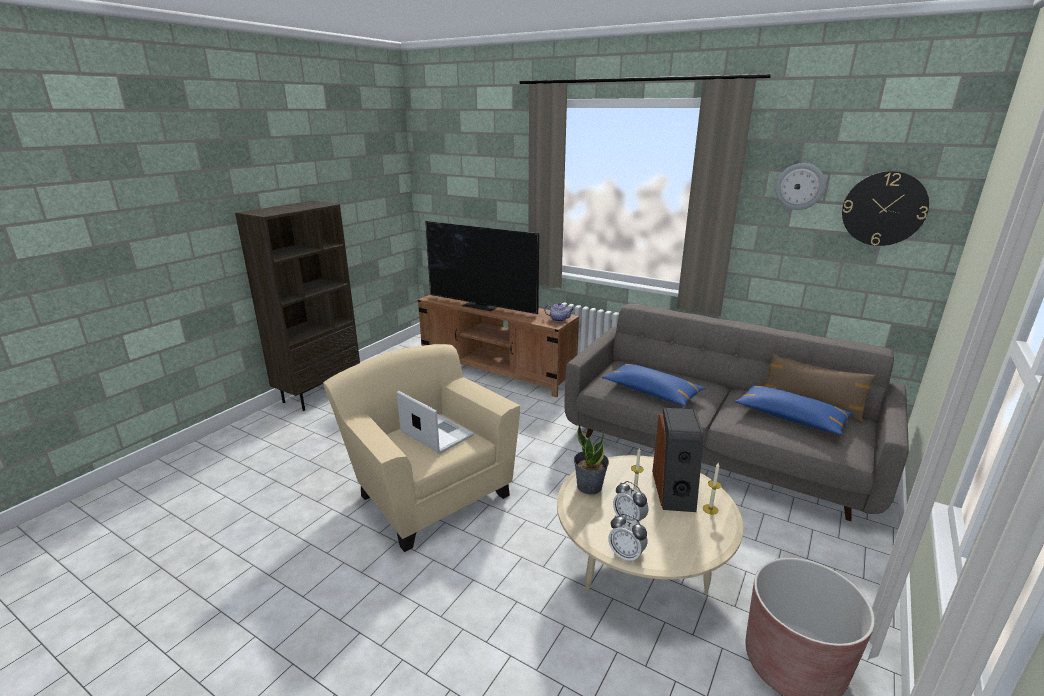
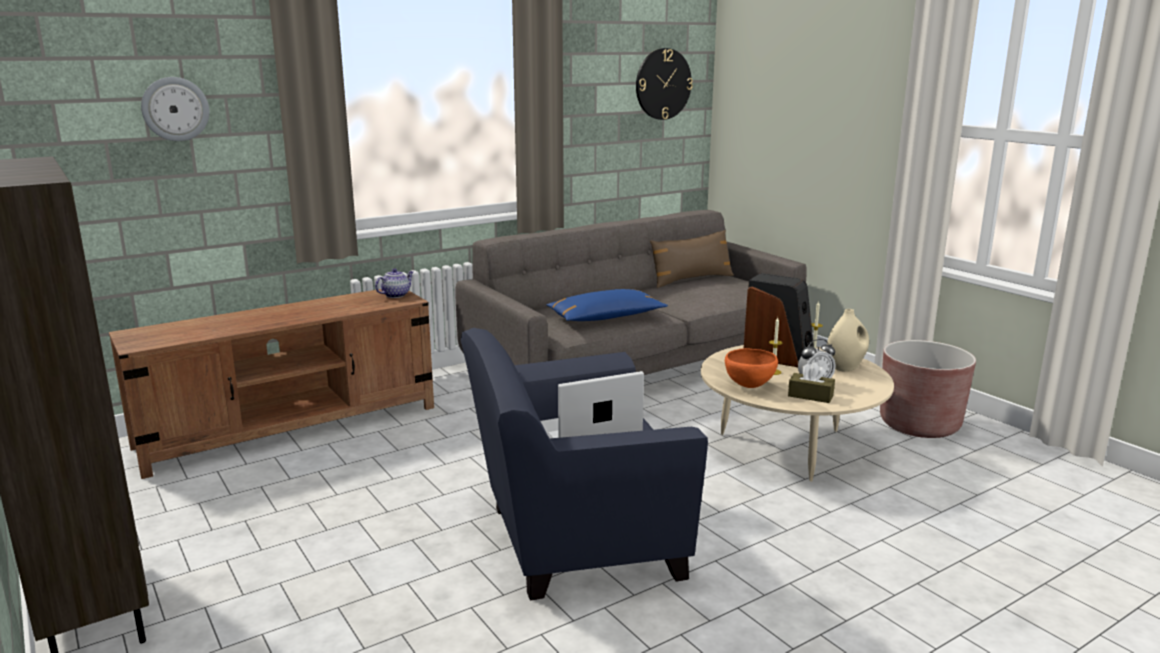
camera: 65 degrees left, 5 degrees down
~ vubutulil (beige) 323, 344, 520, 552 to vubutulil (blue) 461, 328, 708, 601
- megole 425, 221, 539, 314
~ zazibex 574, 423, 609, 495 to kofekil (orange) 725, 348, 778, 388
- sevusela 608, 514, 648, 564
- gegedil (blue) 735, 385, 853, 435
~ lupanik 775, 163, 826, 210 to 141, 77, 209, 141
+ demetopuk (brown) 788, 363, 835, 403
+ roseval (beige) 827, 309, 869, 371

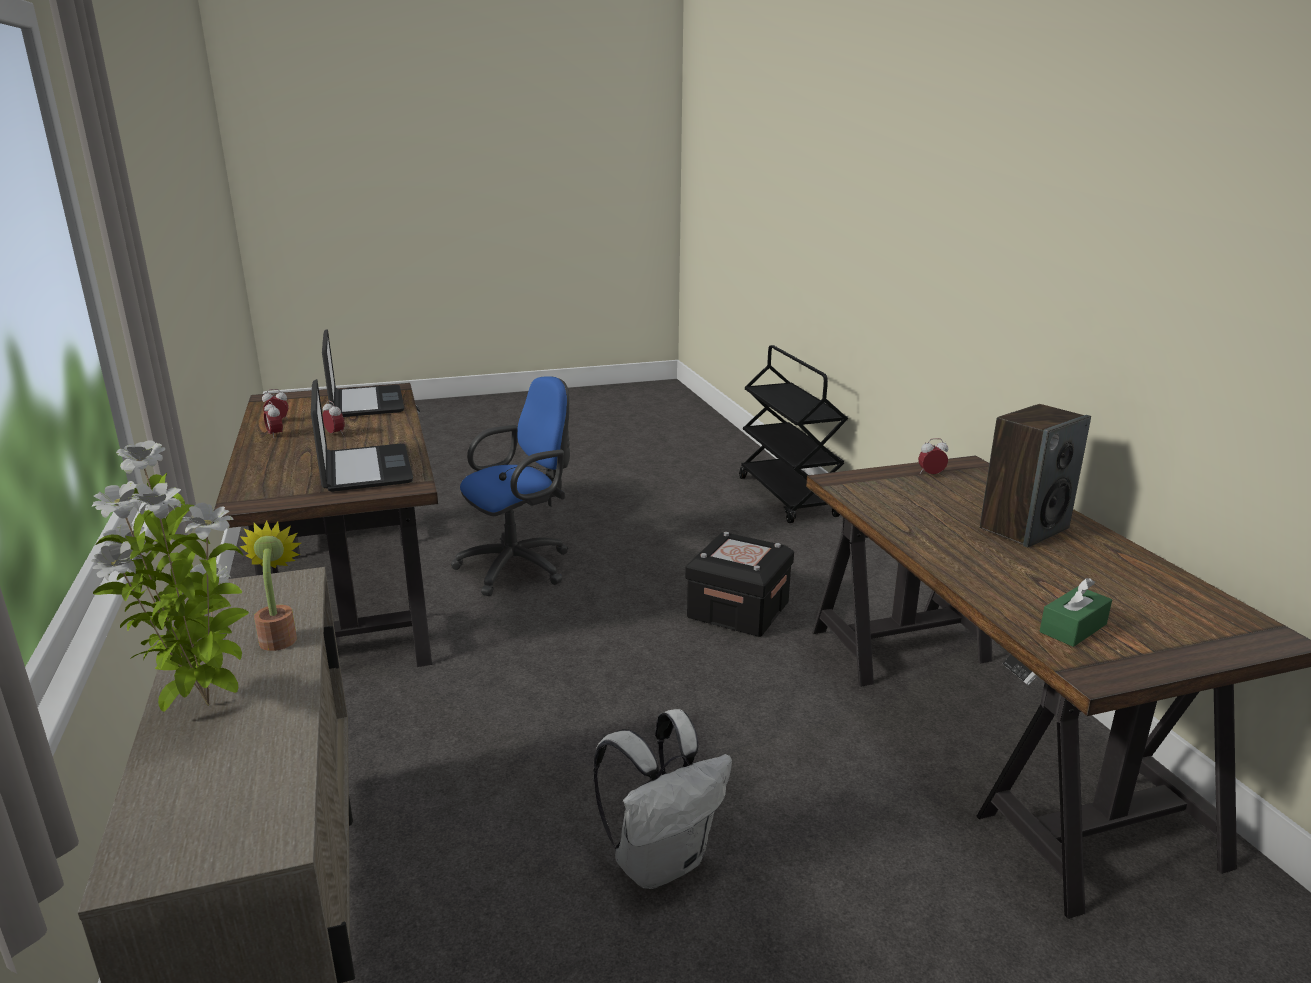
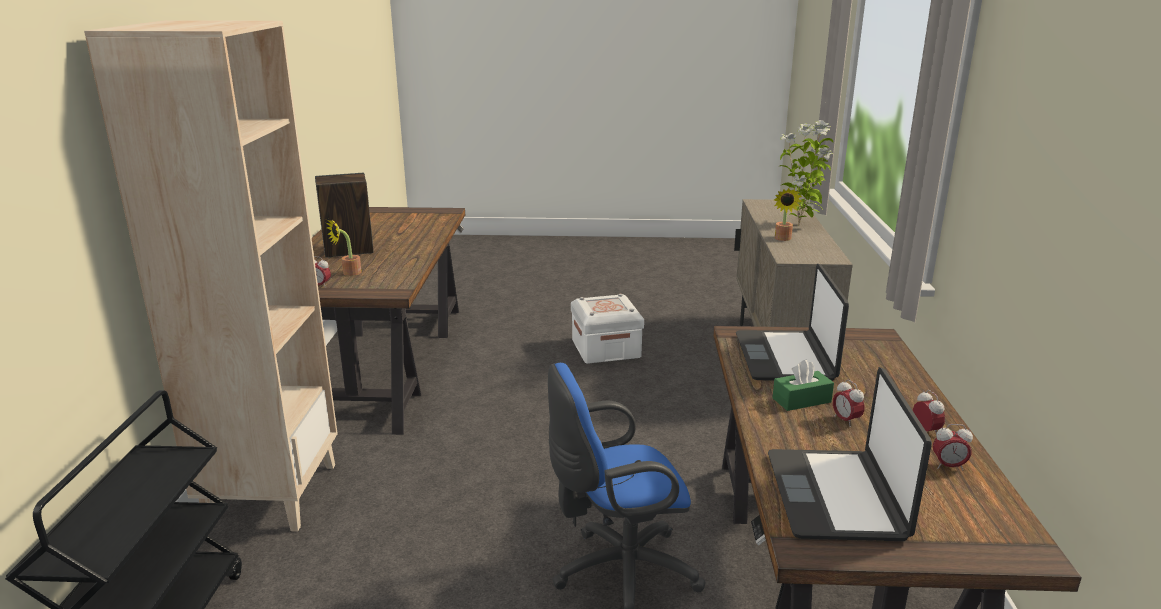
camera: 160 degrees left, 0 degrees up
~ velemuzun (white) 594, 709, 732, 889 to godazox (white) 571, 294, 644, 364
- godazox (black) 685, 532, 794, 637
~ demetopuk (green) 1040, 578, 1112, 647 to 772, 360, 834, 411
+ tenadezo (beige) 84, 20, 338, 532
+ zazibex 326, 219, 362, 276

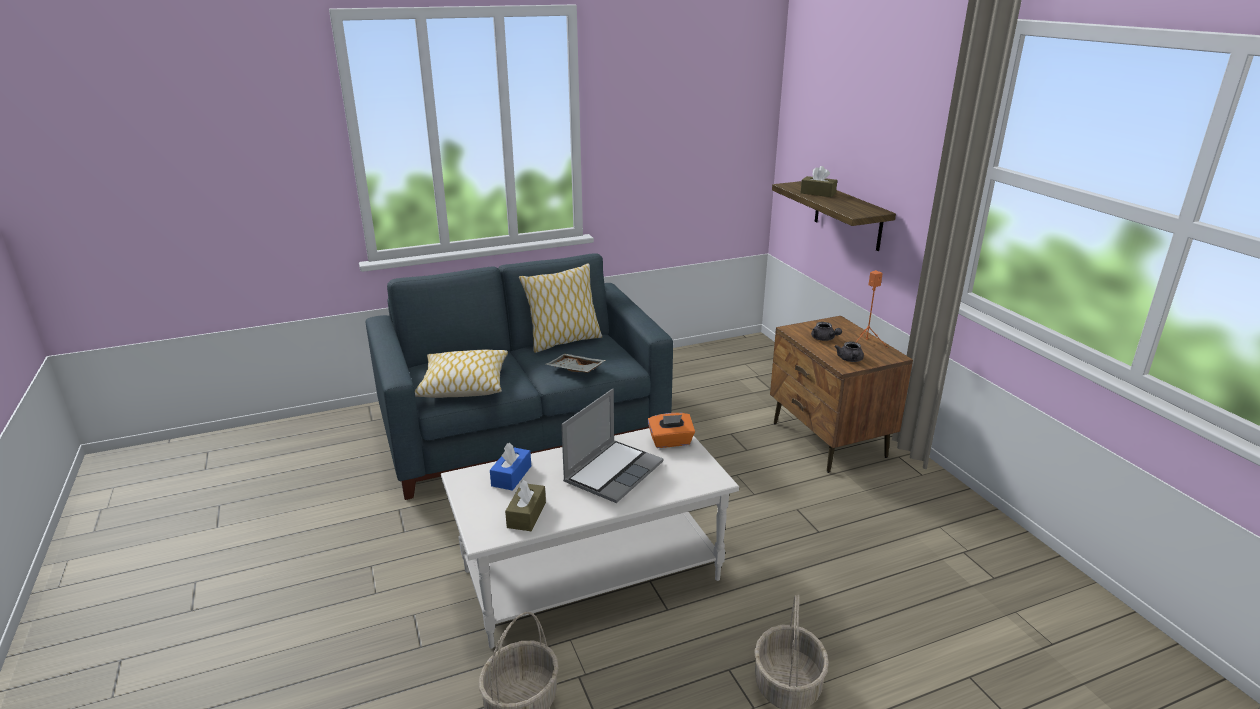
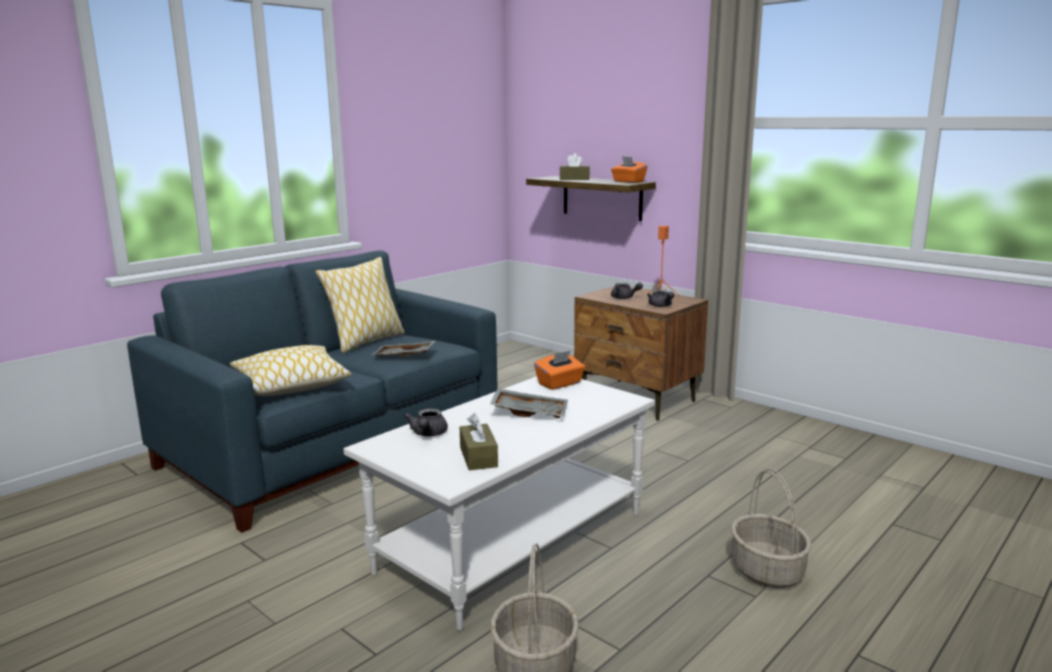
camera: 25 degrees left, 10 degrees down
~ demetopuk (blue) 490, 443, 531, 491 to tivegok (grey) 404, 408, 448, 436
~ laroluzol 561, 389, 663, 503 to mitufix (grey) 490, 388, 568, 418
+ demetopuk (orange) 611, 156, 648, 183

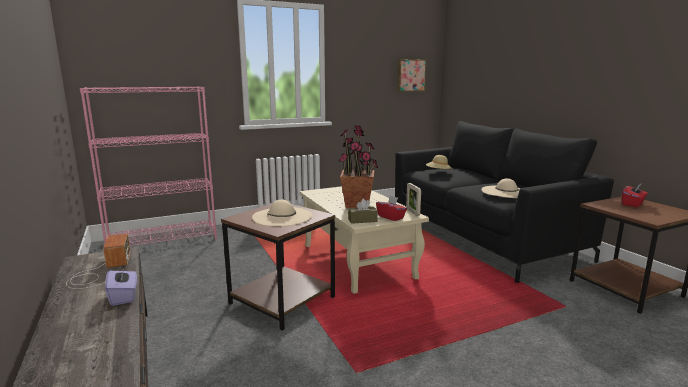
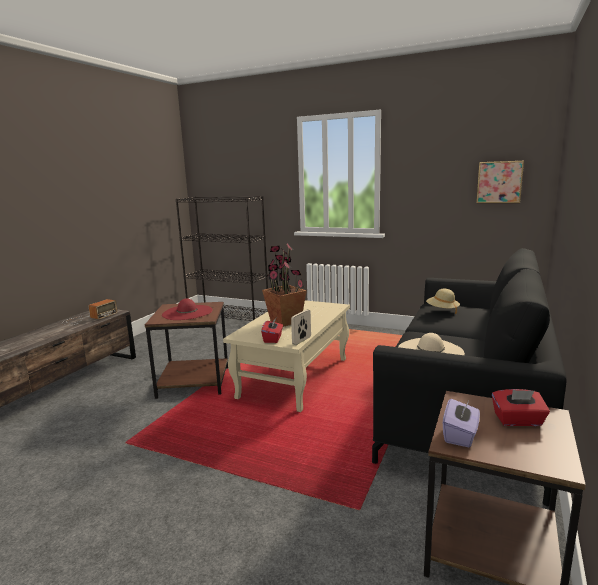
camera: 50 degrees right, 0 degrees up
~ tenadezo (pink) 80, 86, 217, 246 to tenadezo (black) 176, 196, 268, 321
~ demetopuk (purple) 105, 266, 137, 306 to 443, 399, 480, 447
~ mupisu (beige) 252, 200, 312, 226 to mupisu (red) 162, 298, 213, 320
- demetopuk (brown) 348, 199, 378, 224

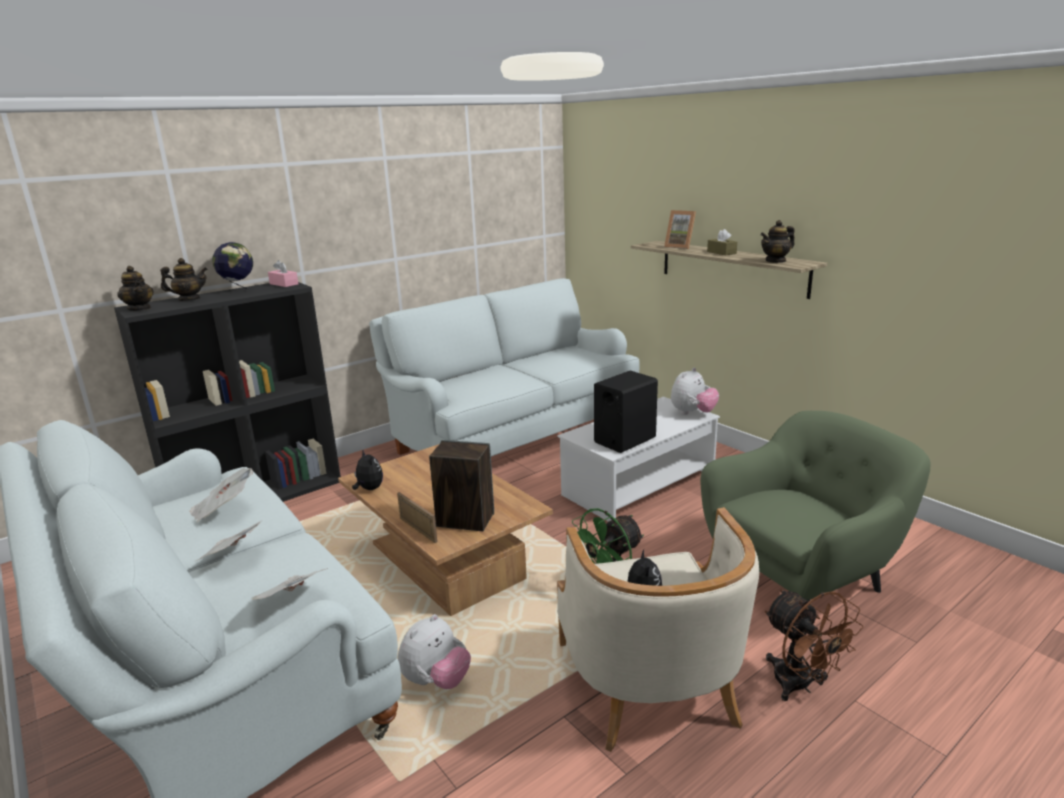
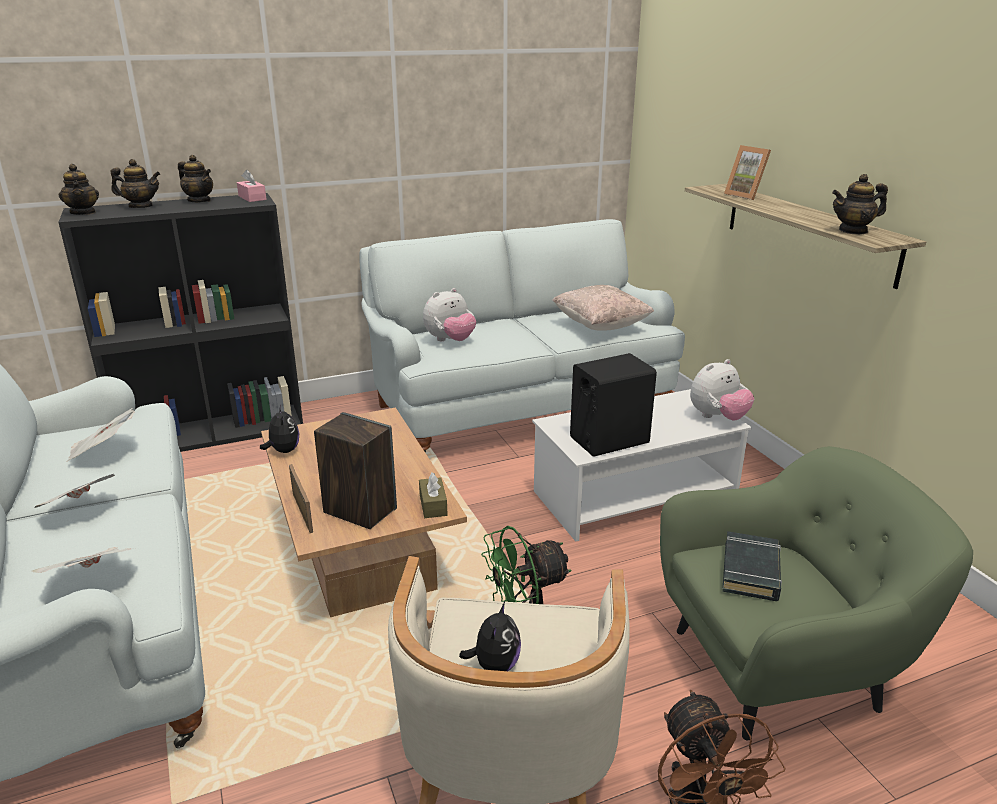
camera: 15 degrees right, 5 degrees up
~ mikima 212, 242, 253, 294 to tivegok 178, 155, 213, 202
~ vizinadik 398, 614, 471, 689 to 423, 288, 476, 341
~ demetopuk (brown) 707, 229, 737, 255 to 419, 473, 447, 518
+ gegedil (beige) 552, 285, 654, 331
+ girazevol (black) 722, 531, 782, 601

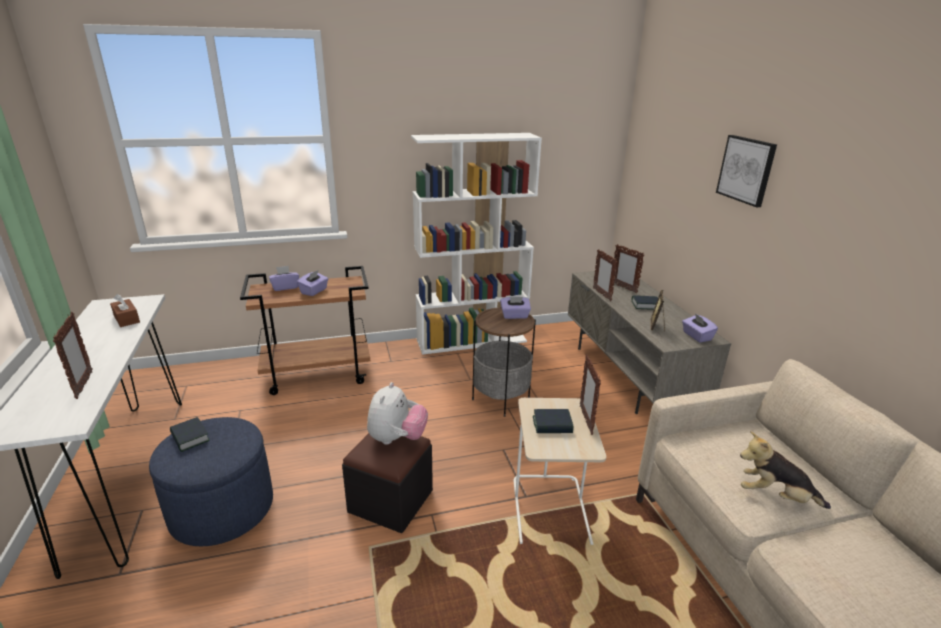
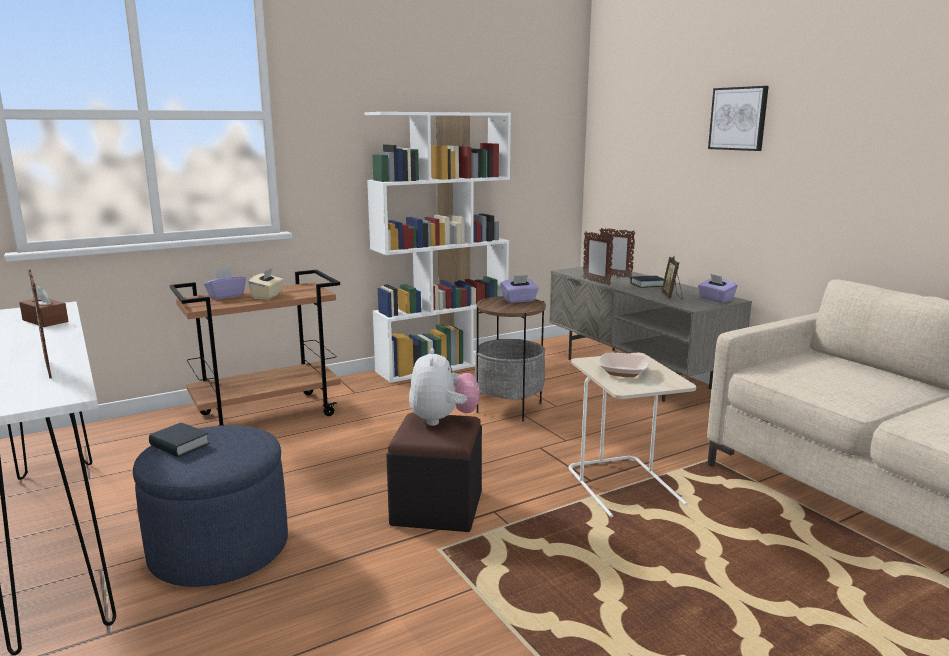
camera: 15 degrees left, 10 degrees down
~ demetopuk (purple) 297, 270, 328, 296 to demetopuk (beige) 248, 268, 284, 299
~ girazevol 533, 409, 574, 433 to kofekil 598, 353, 650, 377
- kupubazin 580, 354, 601, 435
- vizinadik 740, 431, 831, 509

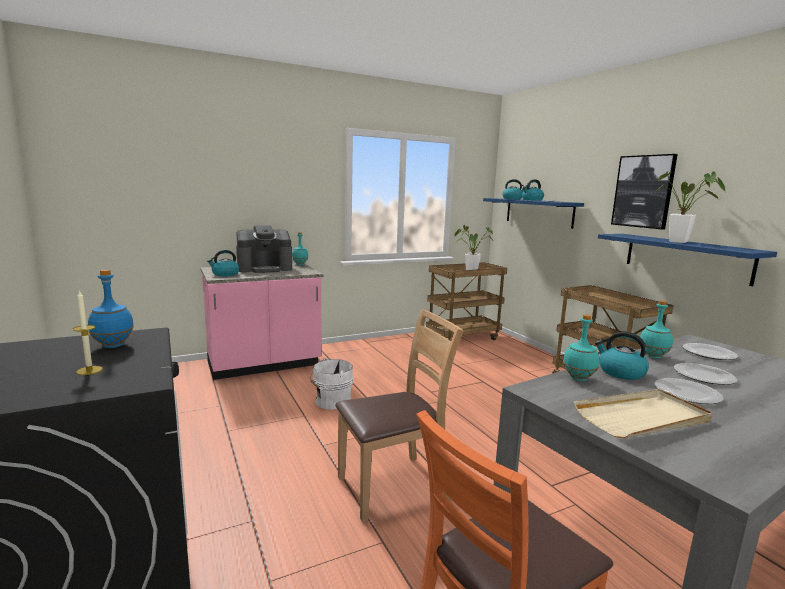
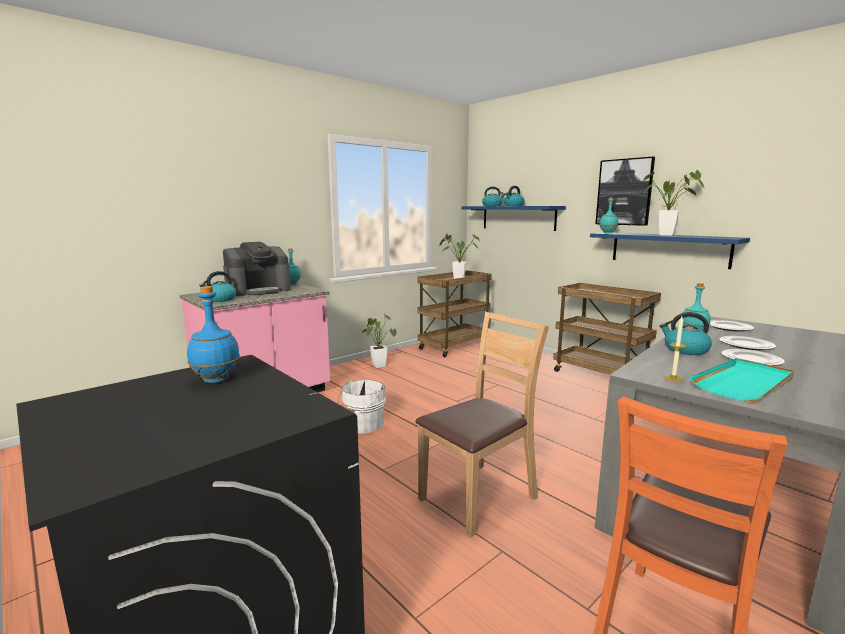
camera: 15 degrees left, 0 degrees up
~ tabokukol 73, 290, 102, 375 to 664, 316, 686, 382
~ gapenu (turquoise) 563, 314, 599, 381 to 599, 197, 618, 234
~ mitufix (beige) 574, 389, 712, 438 to mitufix (turquoise) 690, 358, 794, 401
+ zazibex 362, 314, 397, 368

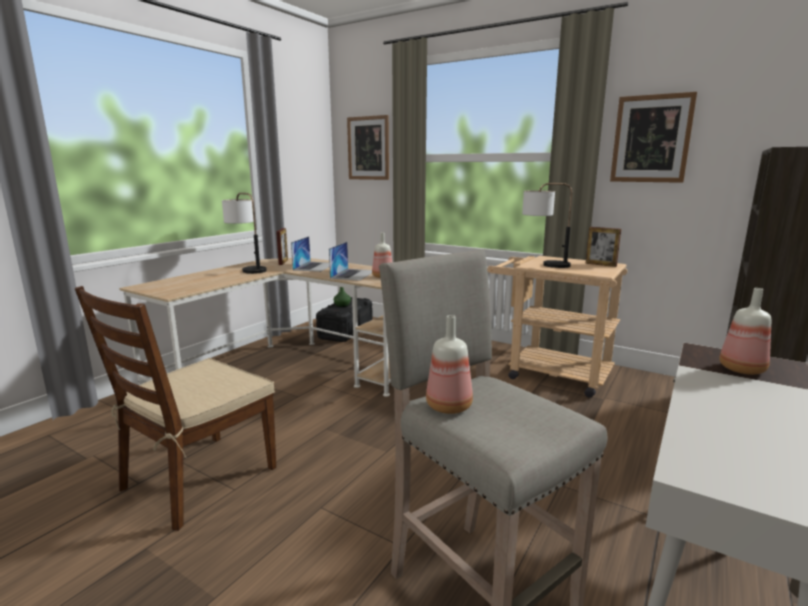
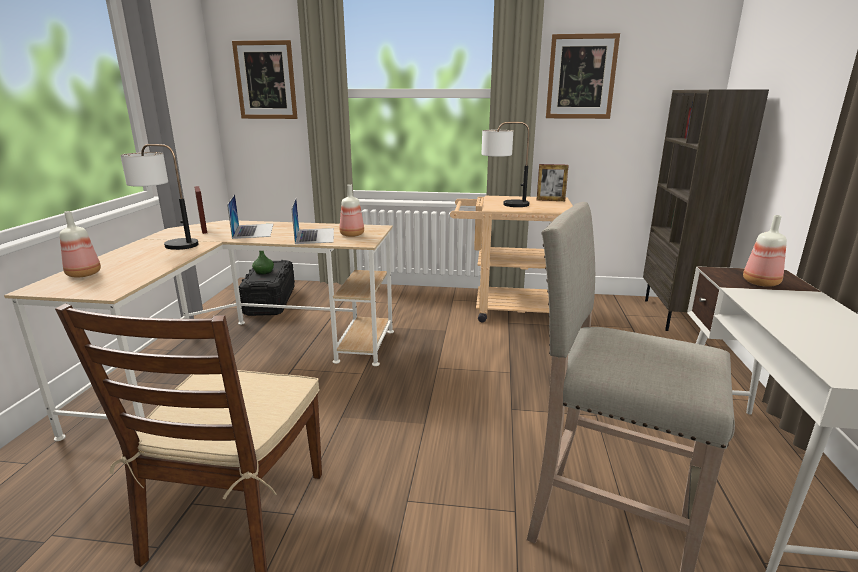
camera: 25 degrees left, 5 degrees up
~ gapenu 426, 315, 473, 414 to 59, 211, 101, 278

